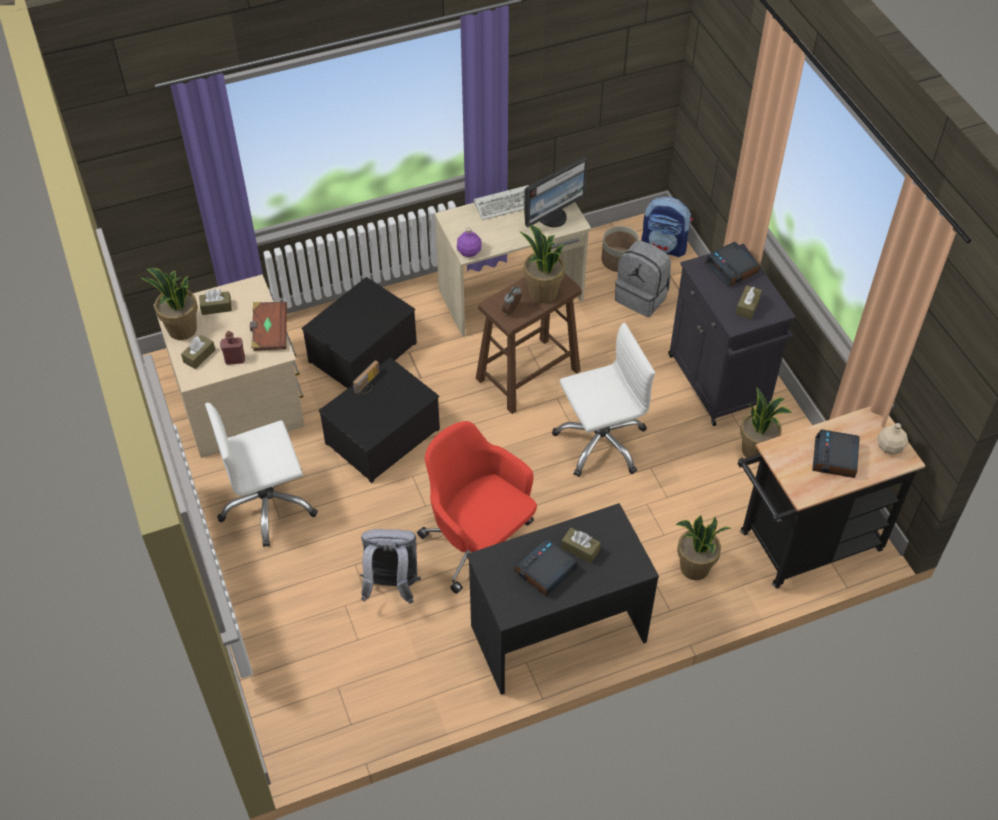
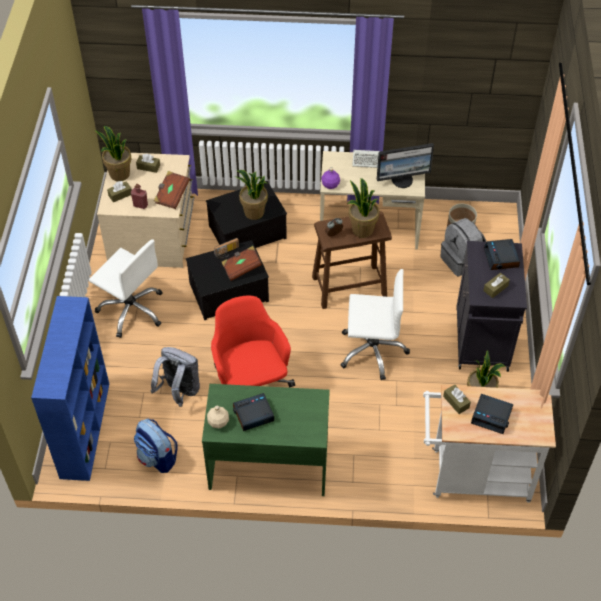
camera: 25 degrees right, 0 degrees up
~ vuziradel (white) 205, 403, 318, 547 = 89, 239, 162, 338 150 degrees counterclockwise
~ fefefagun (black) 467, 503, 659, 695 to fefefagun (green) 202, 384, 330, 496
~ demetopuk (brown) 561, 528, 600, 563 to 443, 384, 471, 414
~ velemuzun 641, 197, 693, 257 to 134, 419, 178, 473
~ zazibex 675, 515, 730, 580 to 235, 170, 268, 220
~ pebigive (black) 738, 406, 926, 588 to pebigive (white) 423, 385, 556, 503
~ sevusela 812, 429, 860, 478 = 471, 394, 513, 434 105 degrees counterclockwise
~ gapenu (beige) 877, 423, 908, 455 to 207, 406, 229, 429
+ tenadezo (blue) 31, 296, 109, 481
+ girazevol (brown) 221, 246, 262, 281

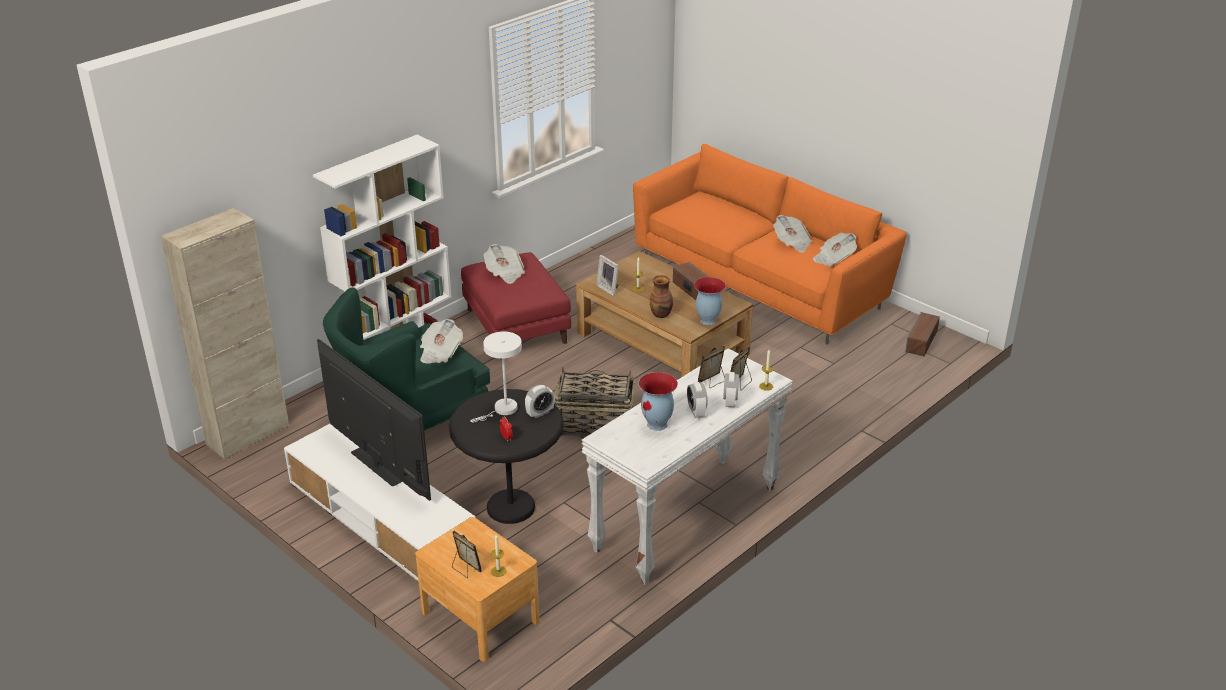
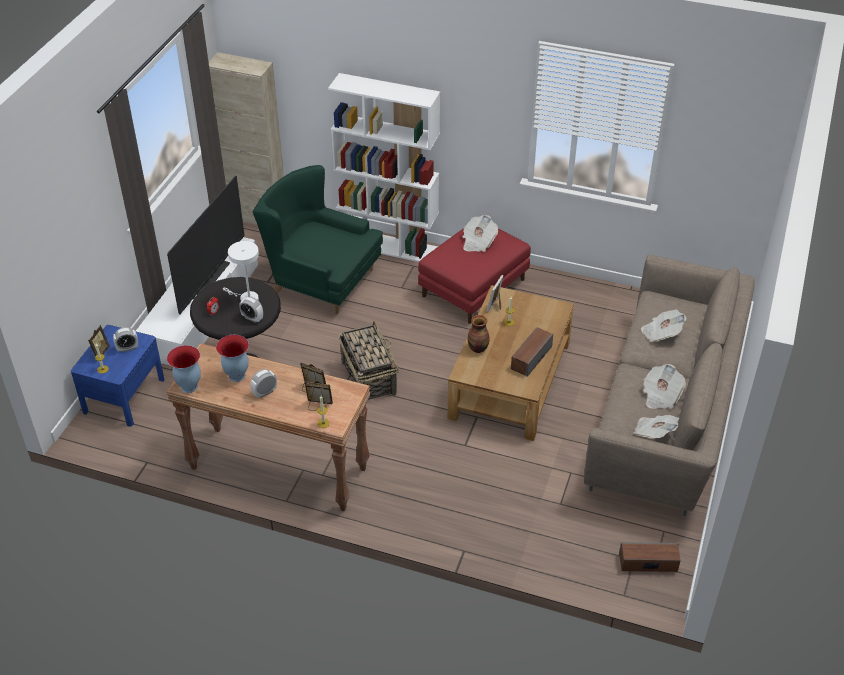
camera: 65 degrees right, 10 degrees up
~ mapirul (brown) 415, 517, 539, 662 to mapirul (blue) 71, 325, 164, 427
~ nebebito 420, 319, 463, 363 to 641, 309, 687, 342
~ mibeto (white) 582, 348, 793, 585 to mibeto (brown) 167, 343, 370, 512
~ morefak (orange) 633, 144, 906, 345 to morefak (beige) 584, 255, 755, 516
~ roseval 694, 277, 726, 325 to 167, 345, 201, 393
~ sevusela 723, 372, 739, 407 to 113, 327, 138, 352

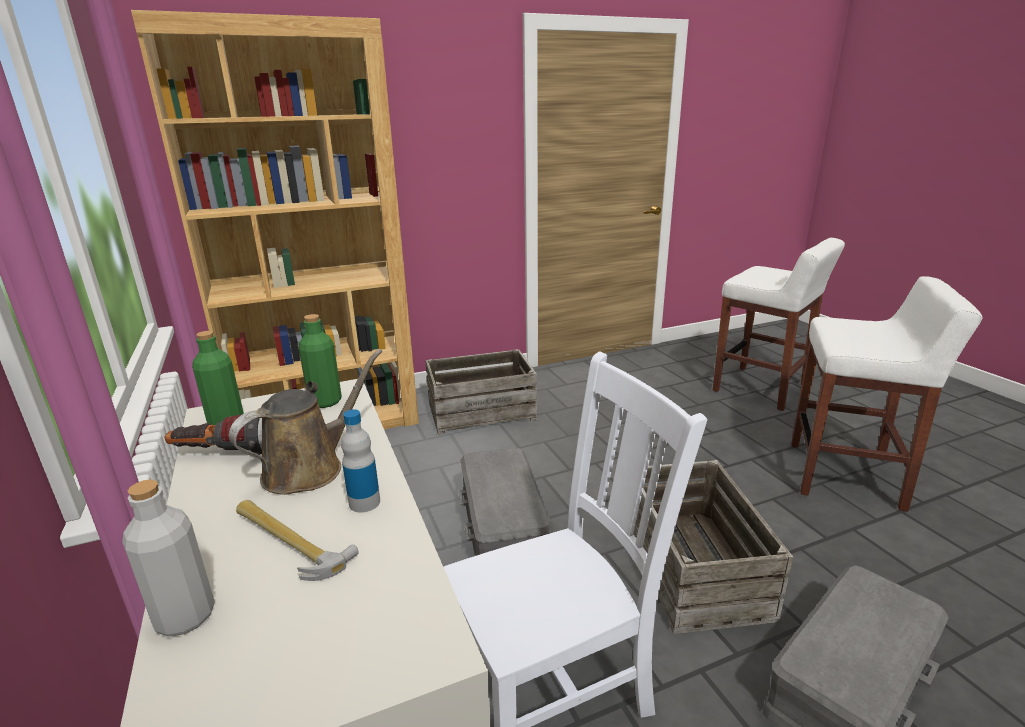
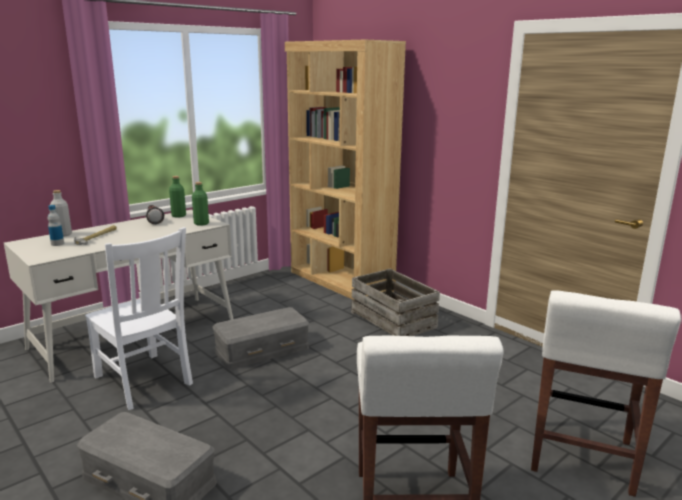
camera: 70 degrees right, 5 degrees down
- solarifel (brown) 229, 349, 383, 495
~ gapenu 341, 409, 380, 513 to 48, 205, 64, 246
- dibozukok 633, 460, 793, 634

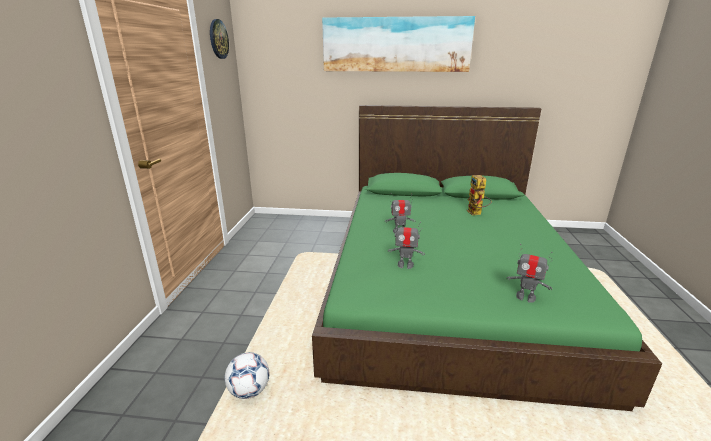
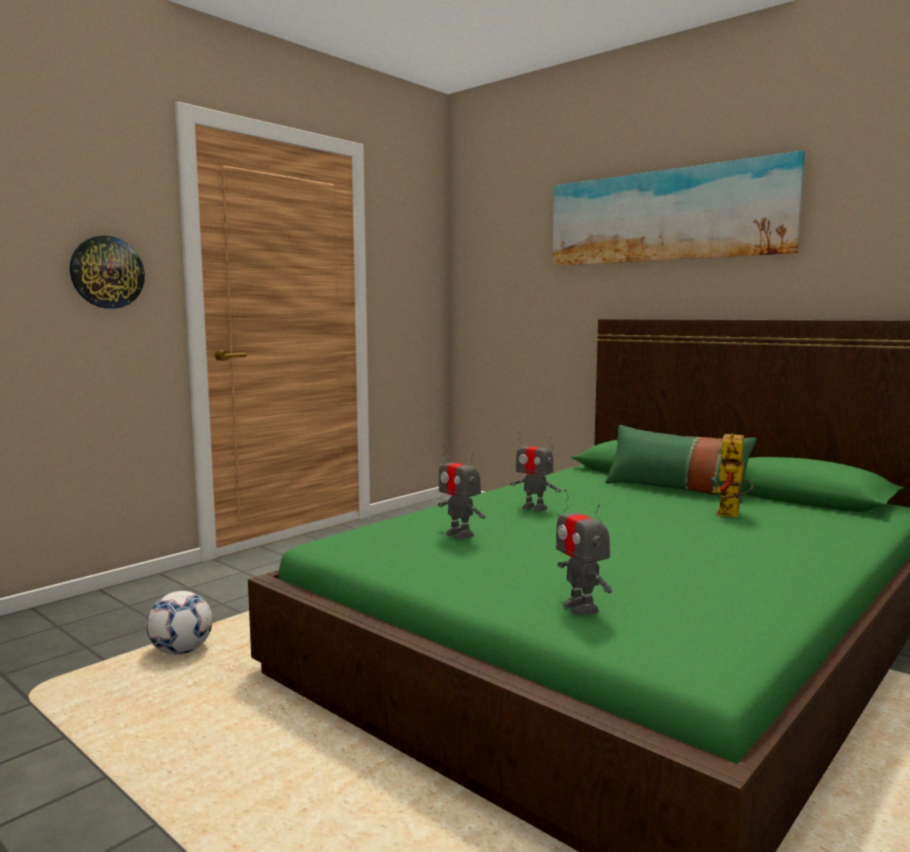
camera: 35 degrees right, 15 degrees down
~ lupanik 210, 19, 229, 59 to 70, 236, 145, 309
+ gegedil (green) 605, 425, 757, 503

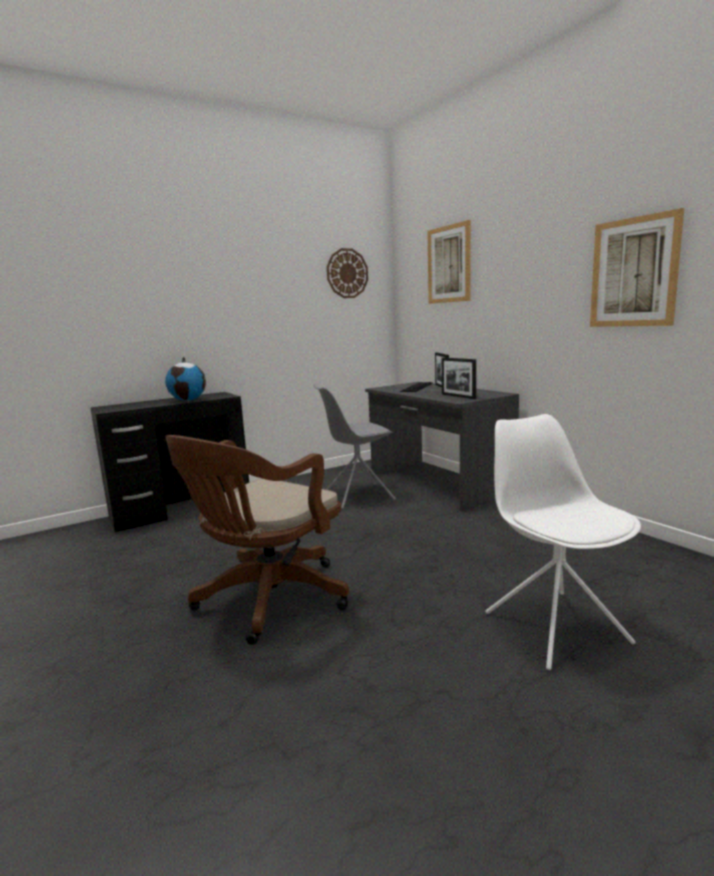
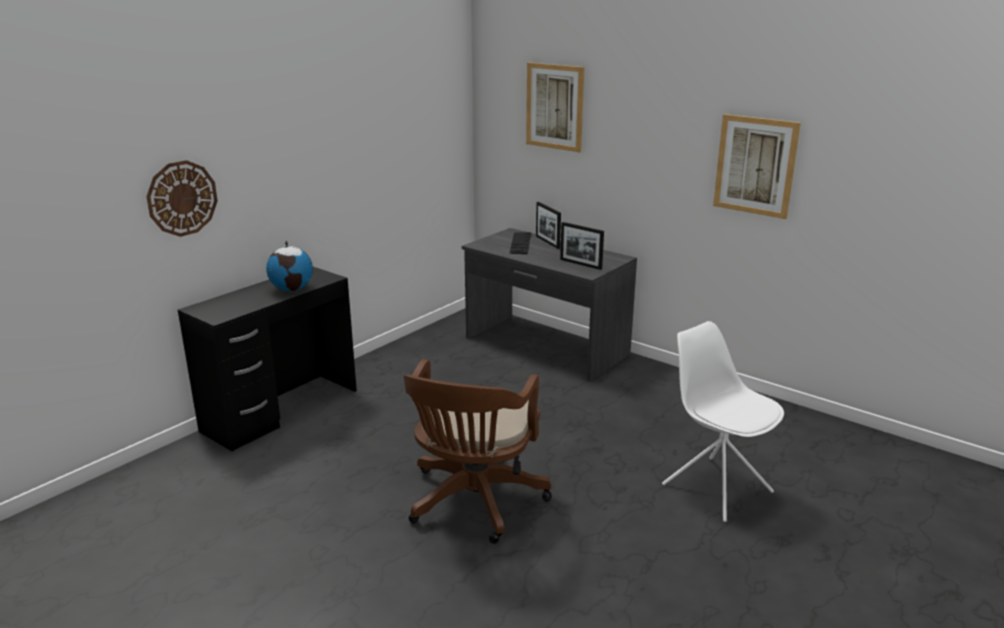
camera: 20 degrees left, 10 degrees up
- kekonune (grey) 313, 384, 396, 509
~ lupanik 327, 248, 368, 298 to 146, 160, 218, 237

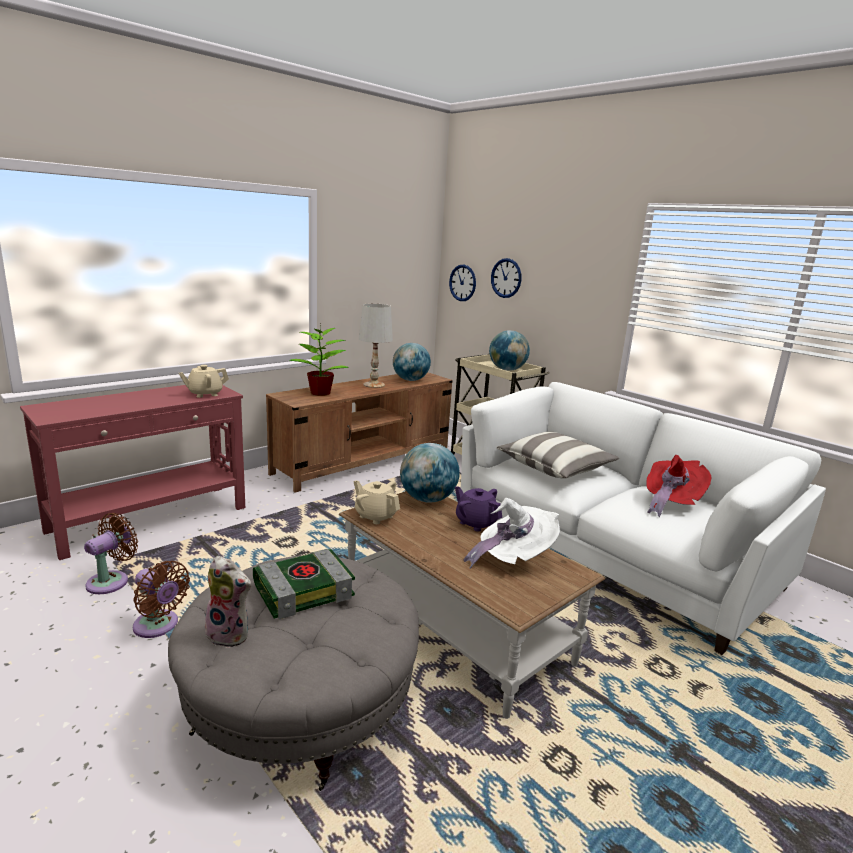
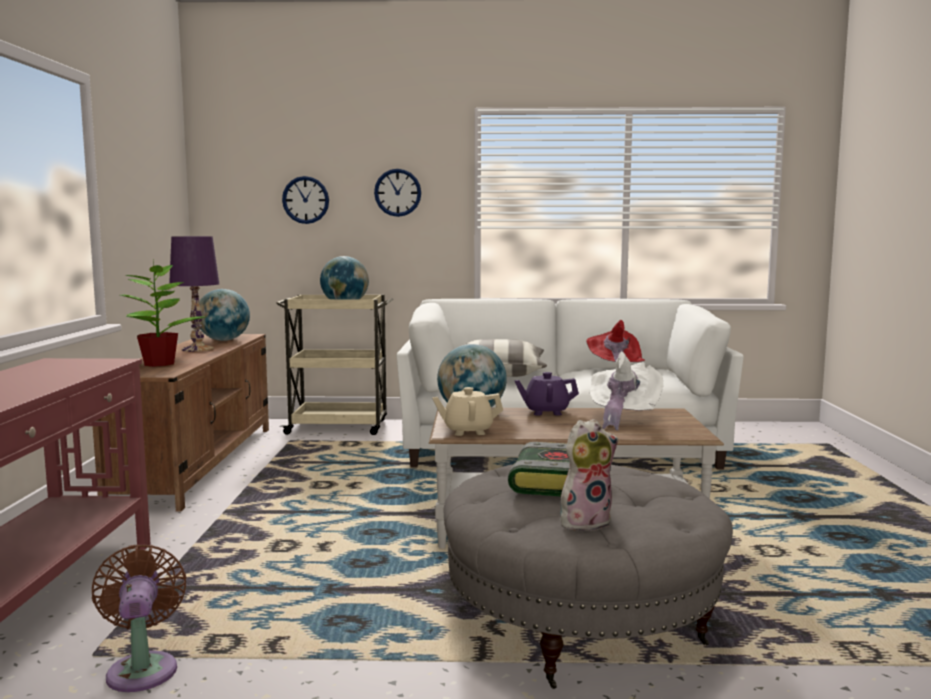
camera: 45 degrees left, 10 degrees down
- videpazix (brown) 133, 561, 190, 638
- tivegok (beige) 179, 365, 229, 398
~ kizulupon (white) 359, 303, 393, 388 to kizulupon (purple) 169, 236, 219, 352
~ lupanik 449, 265, 476, 301 to 374, 169, 421, 217

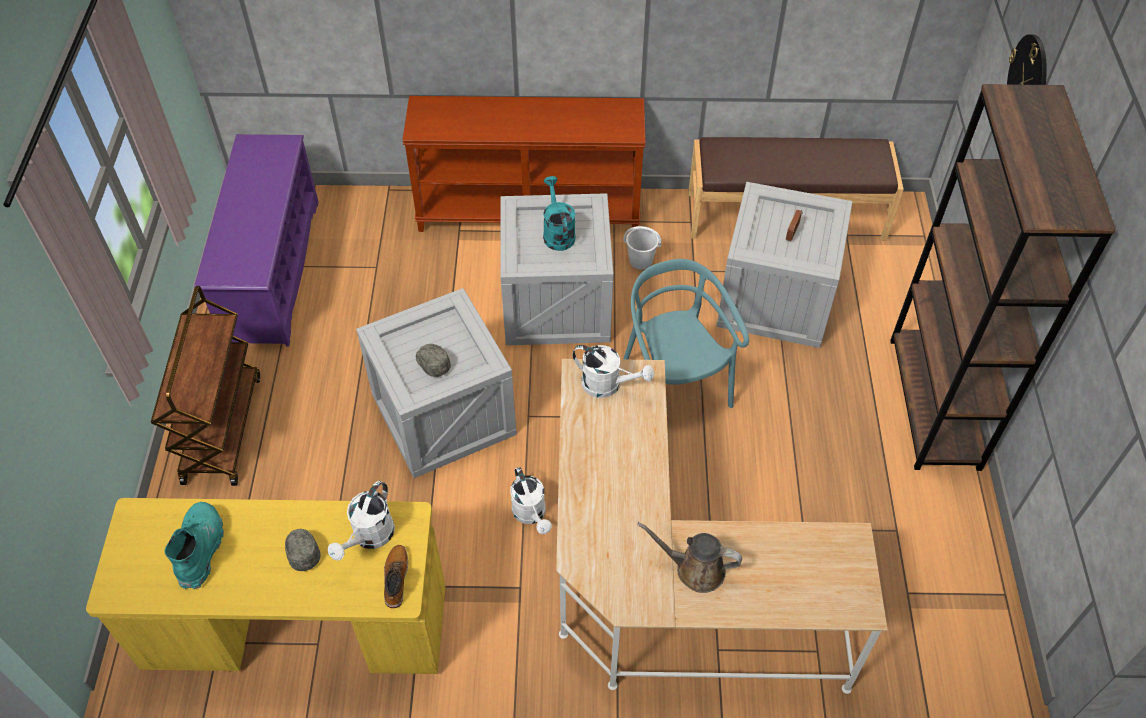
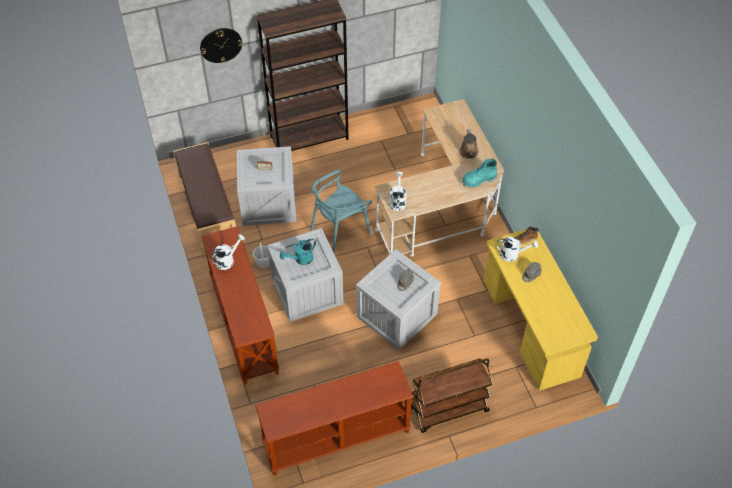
camera: 110 degrees left, 0 degrees up
~ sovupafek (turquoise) 164, 502, 224, 589 to 462, 158, 497, 188
~ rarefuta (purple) 194, 134, 319, 347 to mibeto (brown) 255, 361, 413, 476
~ solarifel (white) 510, 467, 552, 534 to 211, 234, 245, 270

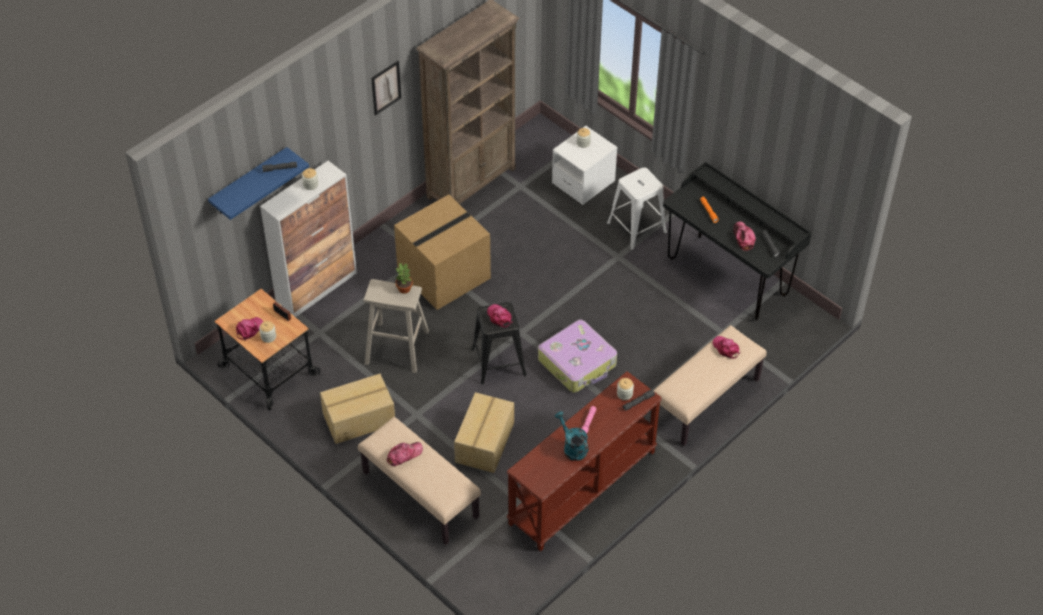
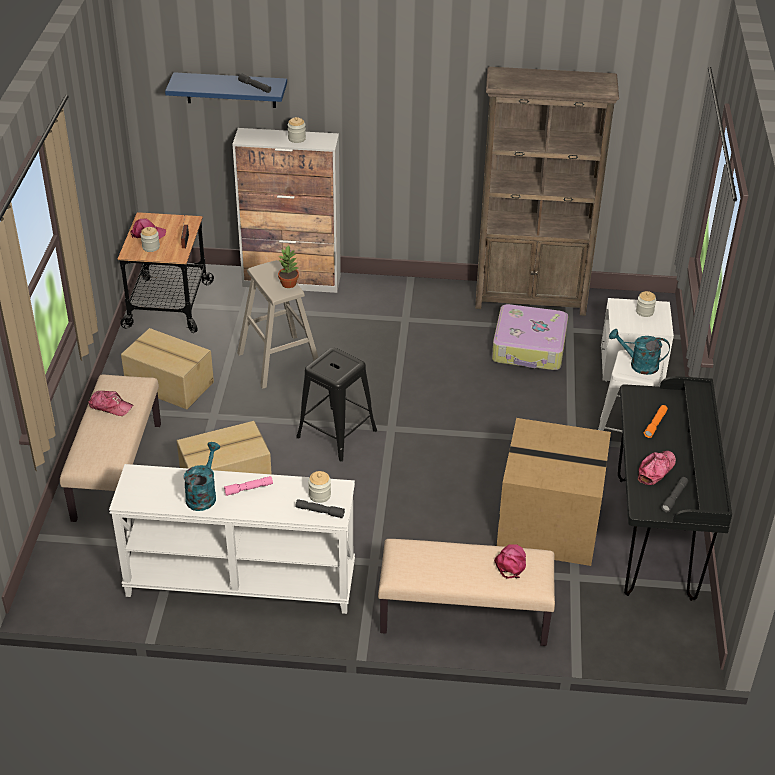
camera: 50 degrees right, 10 degrees down
- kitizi 371, 61, 401, 116
~ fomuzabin 394, 194, 491, 310 to 497, 418, 611, 566
- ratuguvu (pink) 487, 304, 513, 328
~ mibeto (brown) 507, 371, 662, 552 to mibeto (white) 109, 464, 355, 614
~ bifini 538, 320, 617, 393 to 492, 304, 568, 370
+ solarifel (turquoise) 609, 329, 670, 375

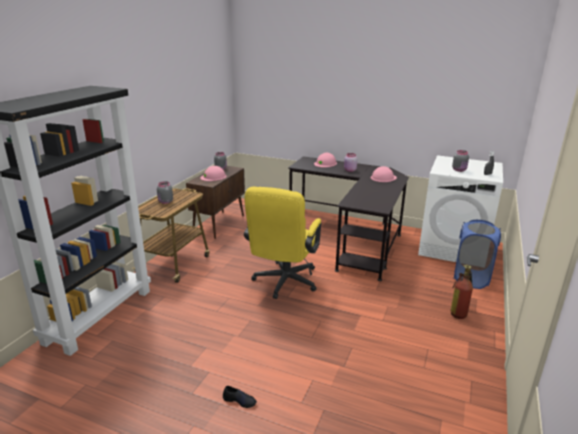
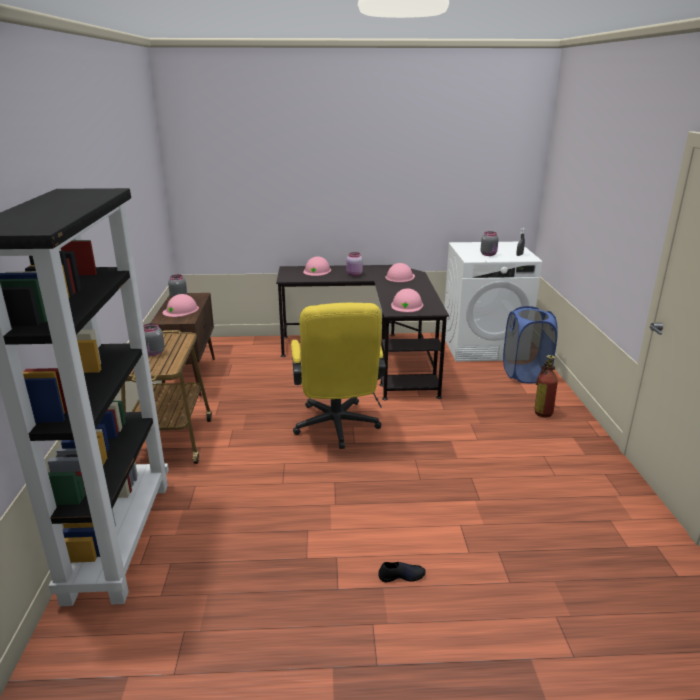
camera: 25 degrees left, 0 degrees up
+ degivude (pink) 391, 288, 423, 313

